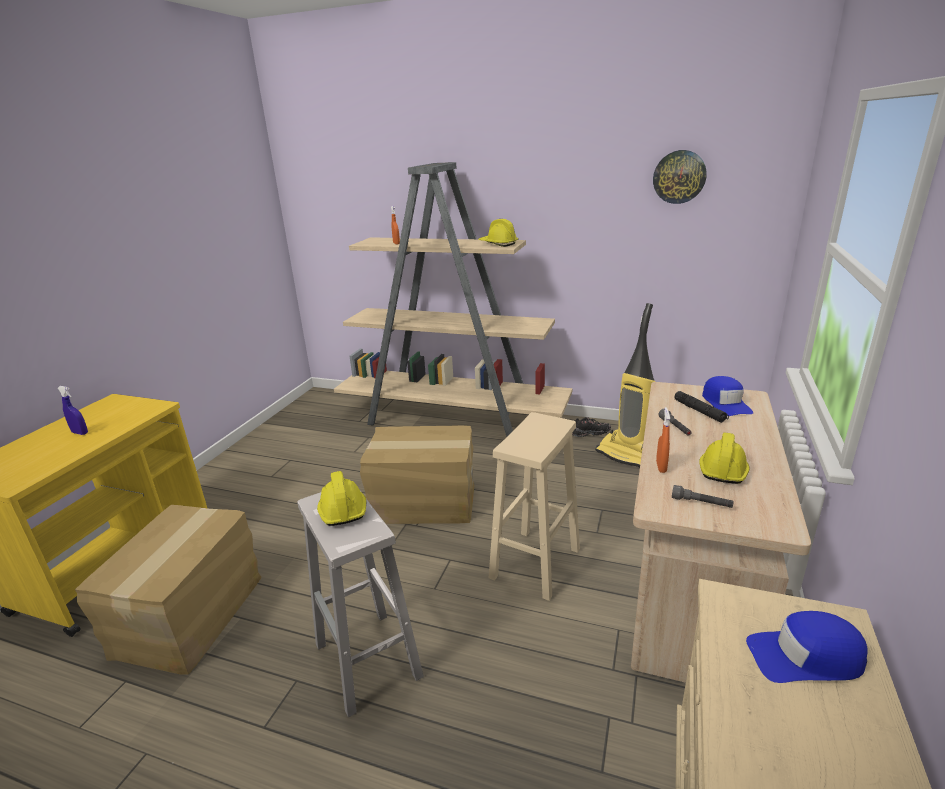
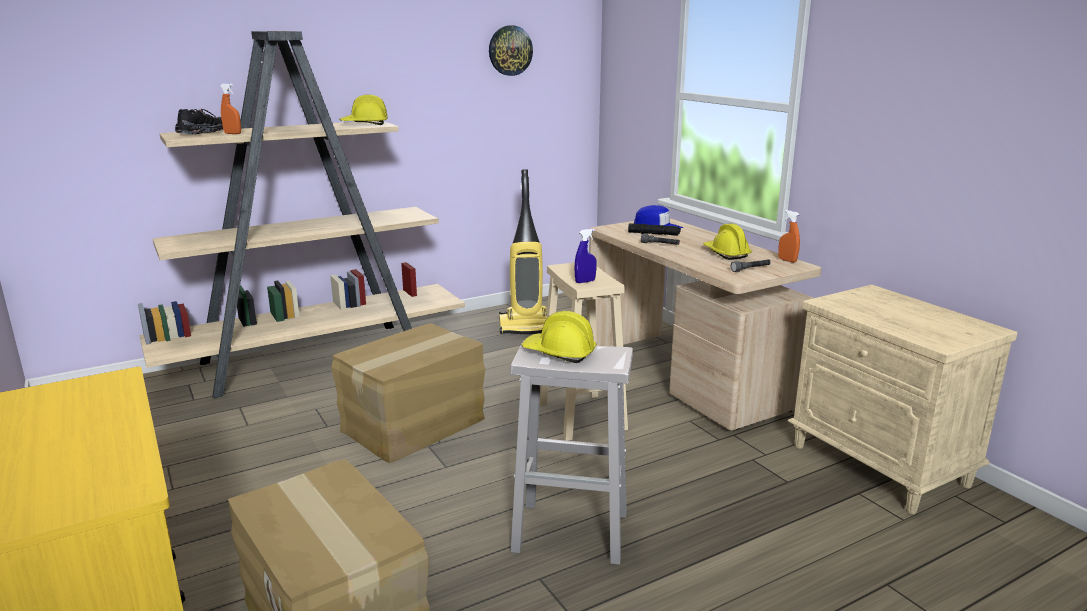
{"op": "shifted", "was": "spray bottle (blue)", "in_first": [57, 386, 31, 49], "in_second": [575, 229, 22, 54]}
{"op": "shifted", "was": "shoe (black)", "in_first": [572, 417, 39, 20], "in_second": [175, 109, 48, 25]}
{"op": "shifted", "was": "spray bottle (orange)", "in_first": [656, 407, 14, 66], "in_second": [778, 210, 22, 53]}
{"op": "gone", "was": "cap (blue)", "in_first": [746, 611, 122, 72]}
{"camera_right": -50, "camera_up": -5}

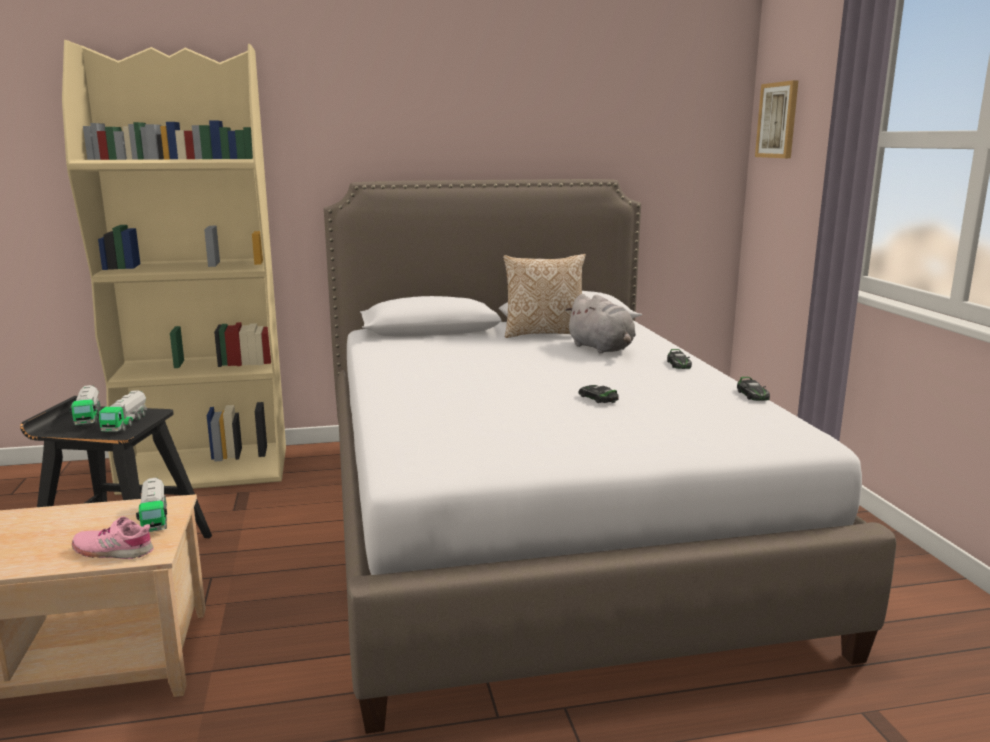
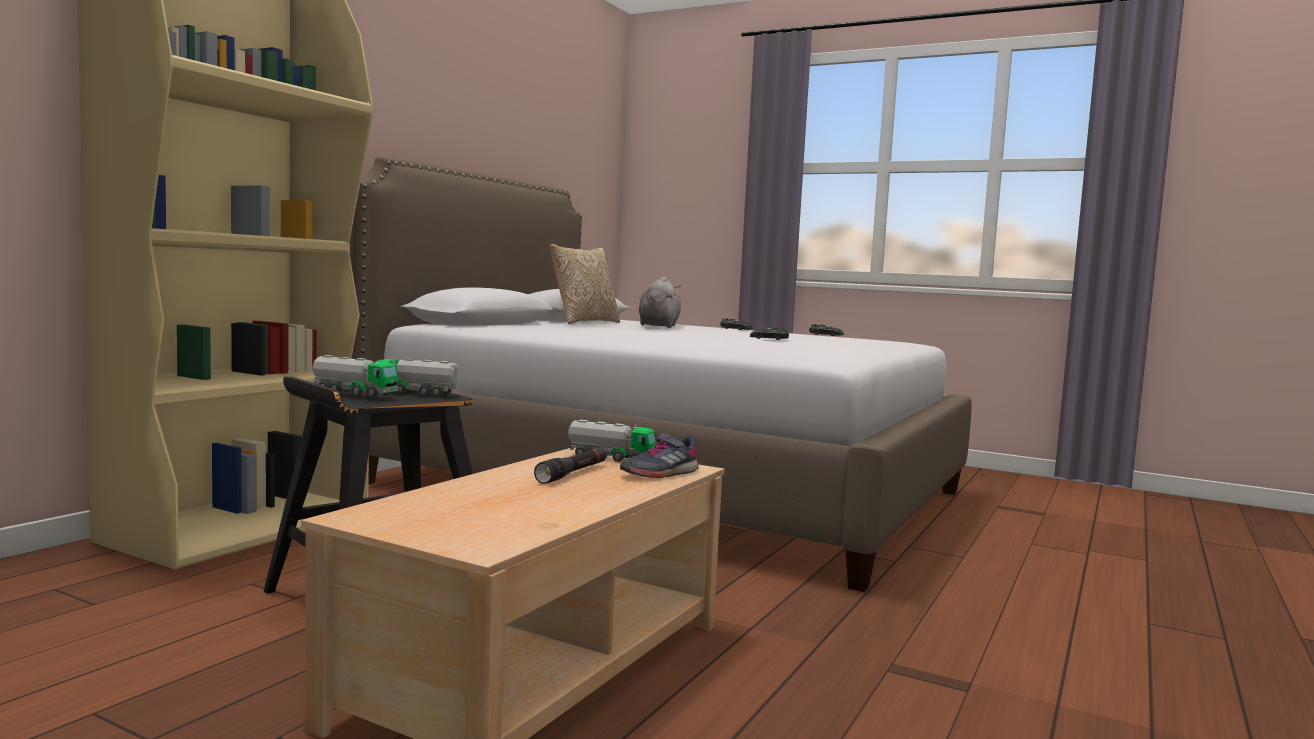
{"op": "repainted", "was": "shoe (pink)", "now": "shoe (grey)", "in_first": [72, 517, 82, 42], "in_second": [620, 433, 79, 45]}
{"op": "rotated", "was": "toy truck", "in_first": [97, 390, 50, 42], "in_second": [375, 359, 84, 38], "clockwise": 150}
{"op": "rotated", "was": "plush toy (grey)", "in_first": [565, 294, 71, 60], "in_second": [639, 277, 42, 51], "clockwise": -90}
{"op": "gone", "was": "picture", "in_first": [755, 80, 43, 78]}
{"op": "new", "now": "flashlight (black)", "in_second": [534, 447, 73, 37]}
{"camera_right": -50, "camera_up": -10}

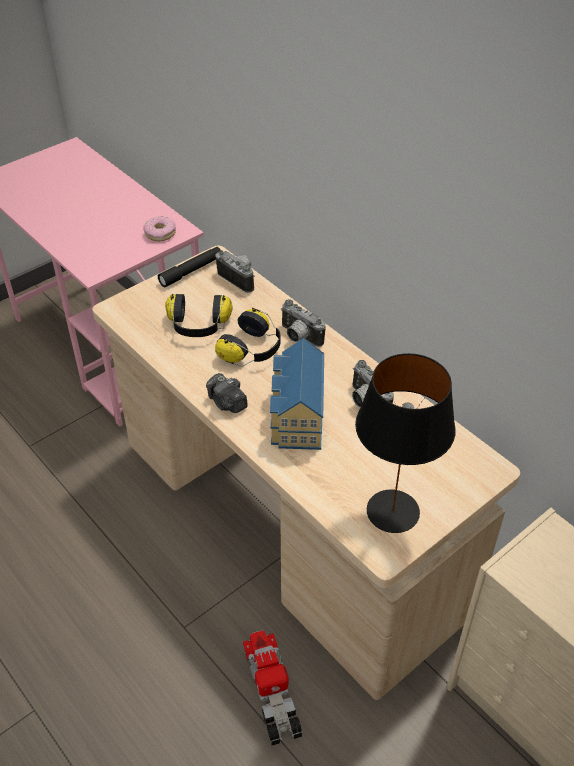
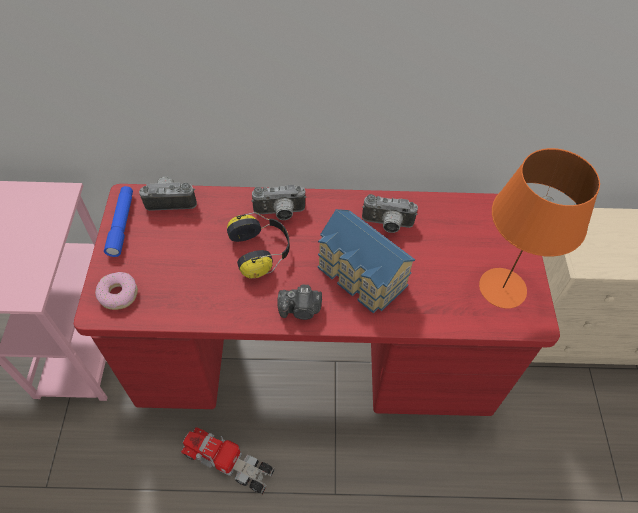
{"op": "repainted", "was": "desk (beige)", "now": "desk (red)", "in_first": [92, 246, 428, 454], "in_second": [74, 184, 486, 232]}
{"op": "shifted", "was": "donut", "in_first": [144, 216, 32, 25], "in_second": [95, 272, 43, 38]}
{"op": "repainted", "was": "flashlight (black)", "now": "flashlight (blue)", "in_first": [158, 247, 63, 40], "in_second": [104, 186, 29, 71]}
{"op": "gone", "was": "headphones", "in_first": [165, 294, 68, 43]}
{"op": "shifted", "was": "toy truck", "in_first": [243, 630, 59, 115], "in_second": [180, 427, 94, 67]}
{"op": "repainted", "was": "table lamp (black)", "now": "table lamp (orange)", "in_first": [355, 353, 101, 180], "in_second": [479, 148, 121, 160]}
{"camera_right": -50, "camera_up": 10}

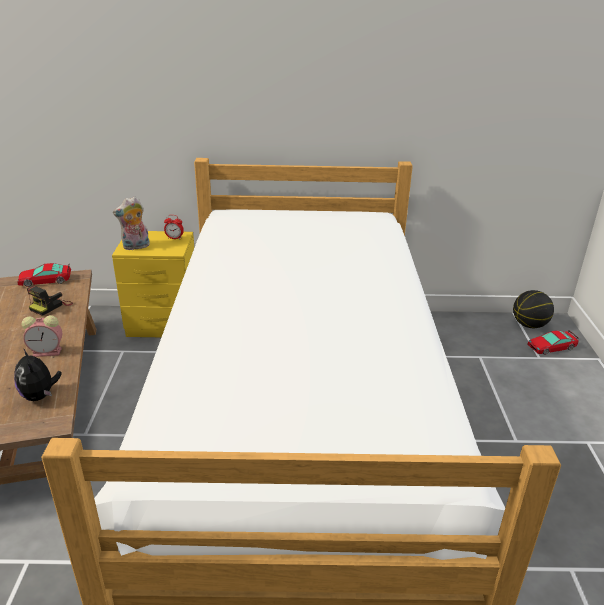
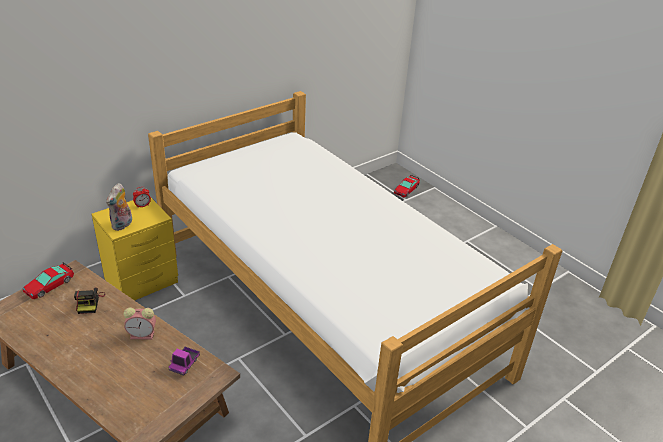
{"op": "swapped", "was": "plush toy", "now": "toy truck", "in_first": [14, 348, 48, 53], "in_second": [168, 347, 32, 29]}
{"op": "rotated", "was": "alarm clock", "in_first": [21, 315, 42, 42], "in_second": [124, 307, 32, 33], "clockwise": 45}
{"op": "gone", "was": "basketball", "in_first": [513, 290, 41, 38]}
{"camera_right": -40, "camera_up": 5}

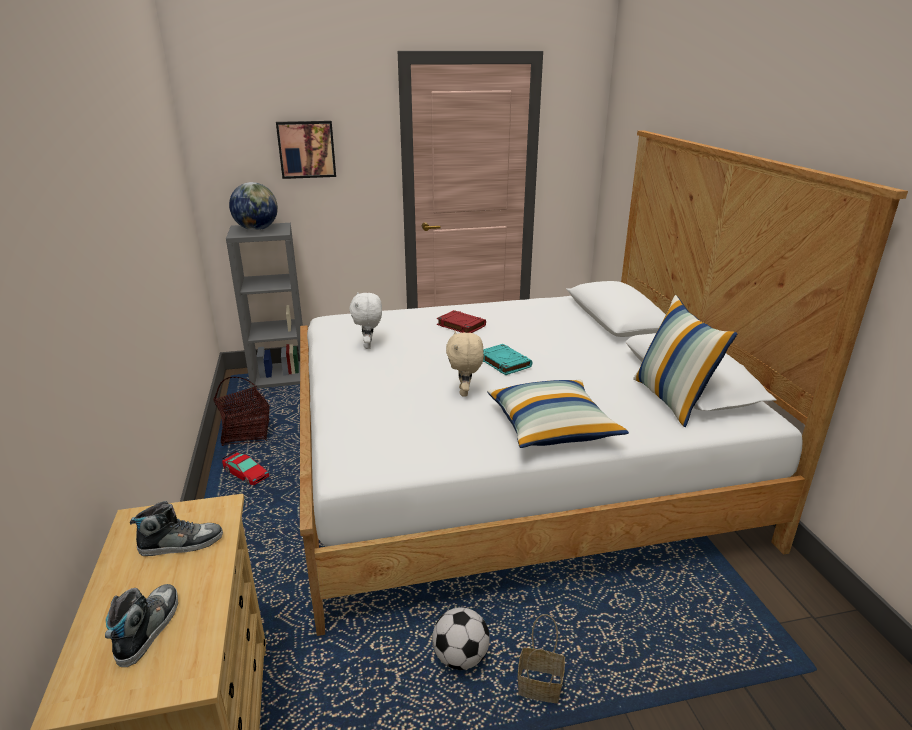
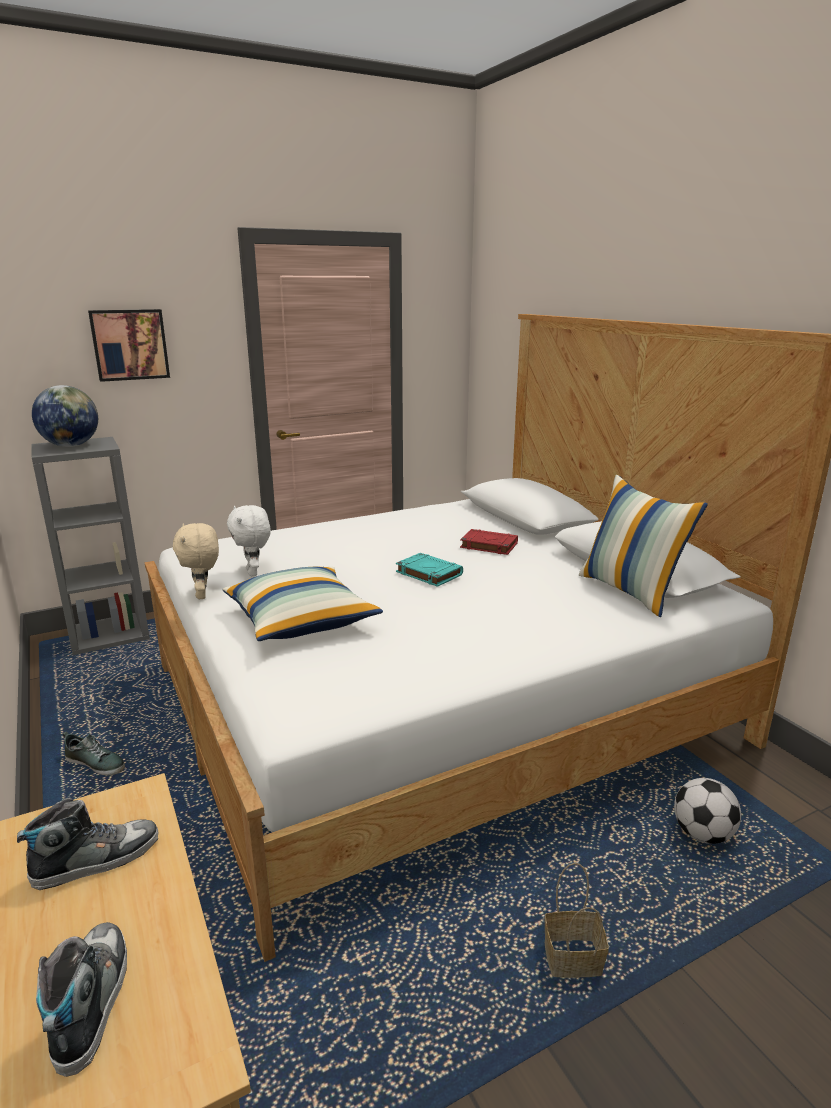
{"op": "gone", "was": "basket", "in_first": [213, 377, 57, 69]}
{"op": "swapped", "was": "toy car", "now": "shoe", "in_first": [222, 451, 47, 34], "in_second": [62, 732, 63, 44]}
{"op": "shifted", "was": "football", "in_first": [432, 607, 58, 63], "in_second": [674, 778, 67, 66]}
{"op": "shifted", "was": "book (red)", "in_first": [437, 310, 49, 23], "in_second": [460, 529, 58, 26]}
{"op": "shifted", "was": "plush toy (beige)", "in_first": [446, 331, 38, 65], "in_second": [173, 523, 46, 76]}
{"op": "shifted", "was": "pillow", "in_first": [487, 380, 142, 68], "in_second": [223, 567, 160, 74]}
{"camera_right": -15, "camera_up": -5}

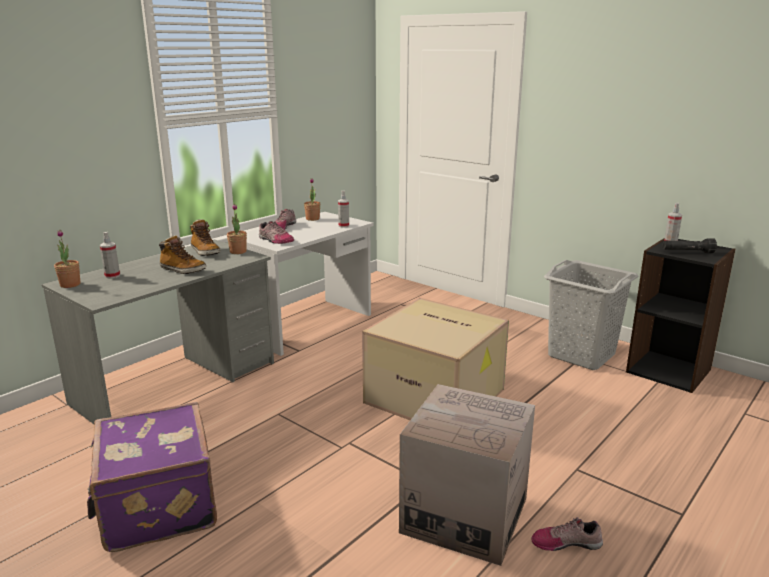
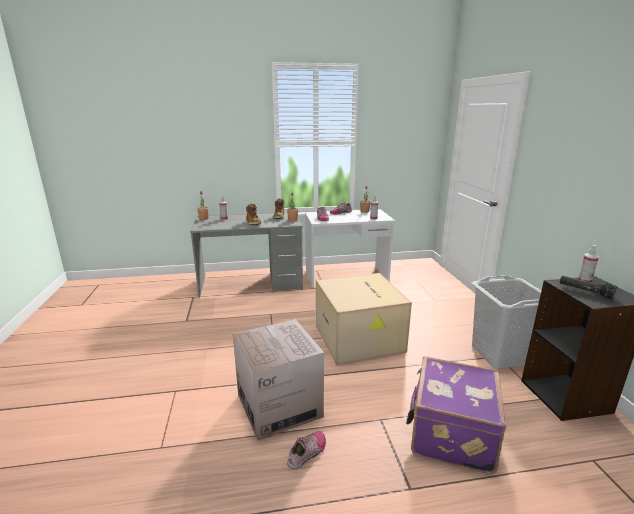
{"op": "shifted", "was": "suitcase (purple)", "in_first": [87, 402, 130, 150], "in_second": [406, 356, 100, 118]}
{"op": "rotated", "was": "shoe", "in_first": [531, 517, 72, 34], "in_second": [287, 431, 39, 38], "clockwise": 90}
{"camera_right": 40, "camera_up": 0}

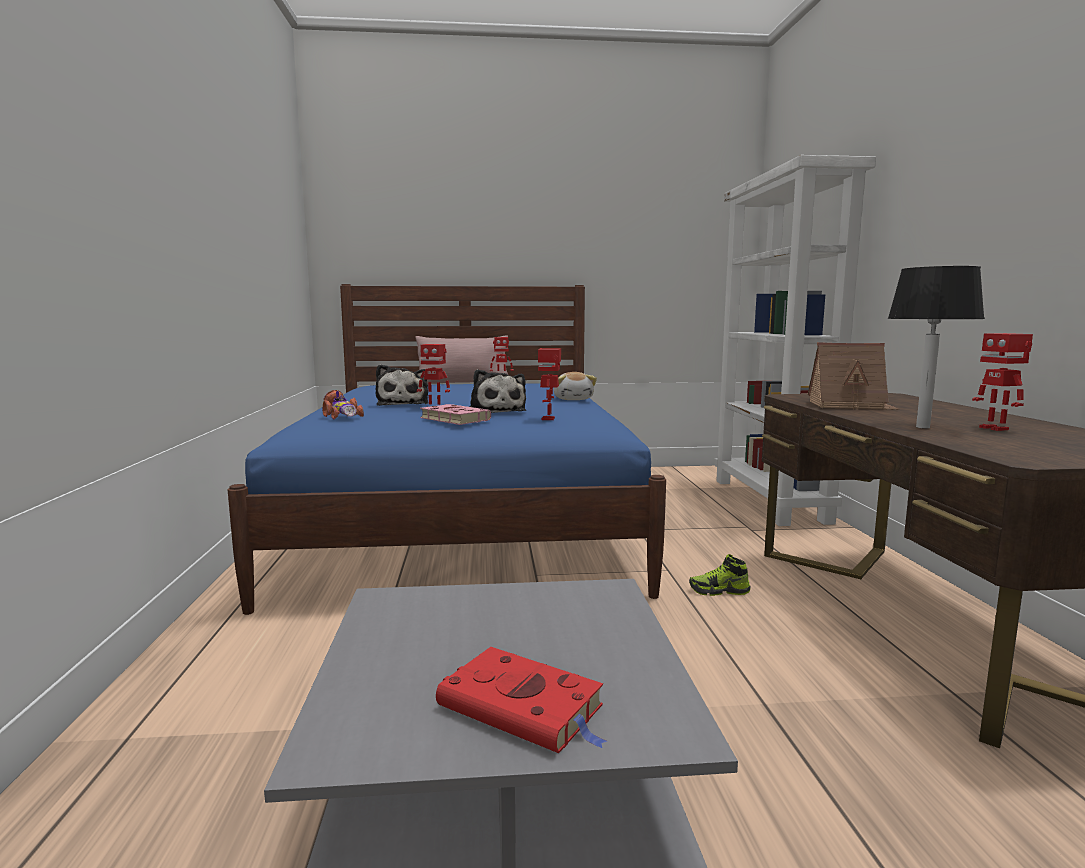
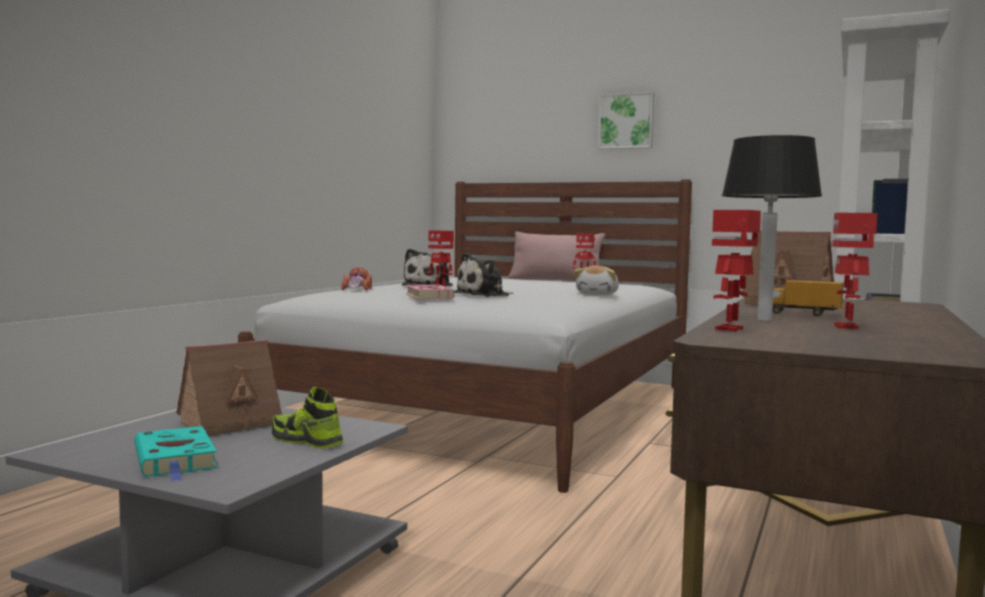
{"op": "repainted", "was": "bed (blue)", "now": "bed (white)", "in_first": [228, 284, 438, 331], "in_second": [238, 179, 454, 314]}
{"op": "repainted", "was": "book (red)", "now": "book (turquoise)", "in_first": [436, 647, 171, 106], "in_second": [134, 426, 83, 55]}
{"op": "rotated", "was": "plush toy", "in_first": [469, 369, 57, 44], "in_second": [454, 253, 59, 44], "clockwise": 45}
{"op": "shifted", "was": "toy robot", "in_first": [538, 348, 23, 72], "in_second": [712, 210, 49, 121]}
{"op": "shifted", "was": "shoe", "in_first": [689, 554, 62, 42], "in_second": [272, 387, 71, 62]}
{"op": "new", "now": "toy house", "in_second": [176, 340, 106, 95]}
{"op": "new", "now": "picture", "in_second": [598, 91, 56, 58]}
{"op": "new", "now": "toy truck", "in_second": [773, 280, 71, 36]}
{"camera_right": 30, "camera_up": -5}

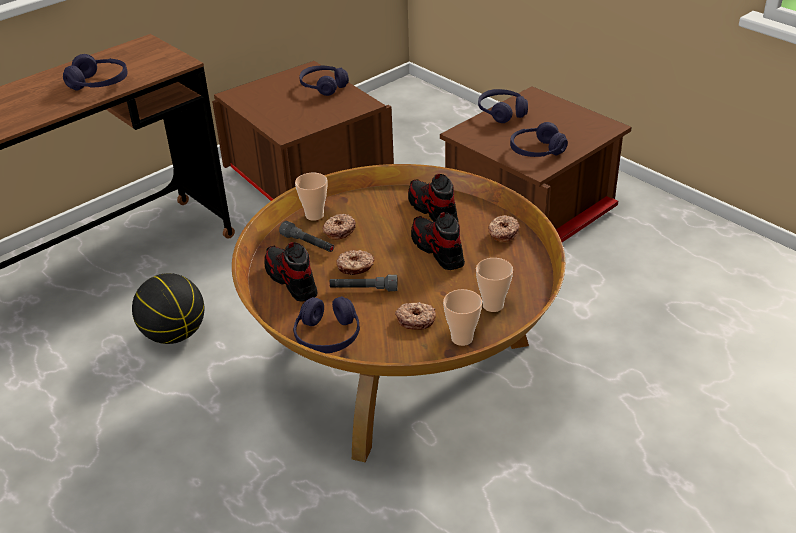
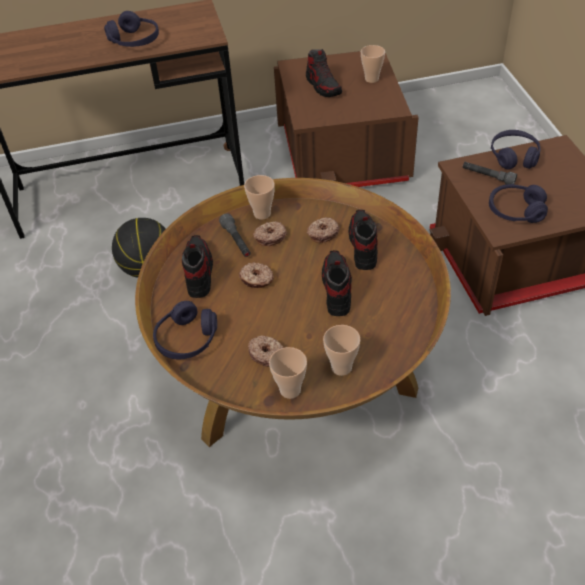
{"op": "swapped", "was": "headphones (purple)", "now": "cup", "in_first": [299, 66, 50, 30], "in_second": [361, 45, 24, 38]}
{"op": "shifted", "was": "flashlight (grey)", "in_first": [329, 275, 69, 16], "in_second": [463, 162, 54, 23]}
{"op": "shifted", "was": "donut", "in_first": [488, 215, 32, 27], "in_second": [307, 217, 32, 26]}
{"op": "new", "now": "shoe", "in_second": [306, 49, 36, 48]}
{"camera_right": 30, "camera_up": 10}

